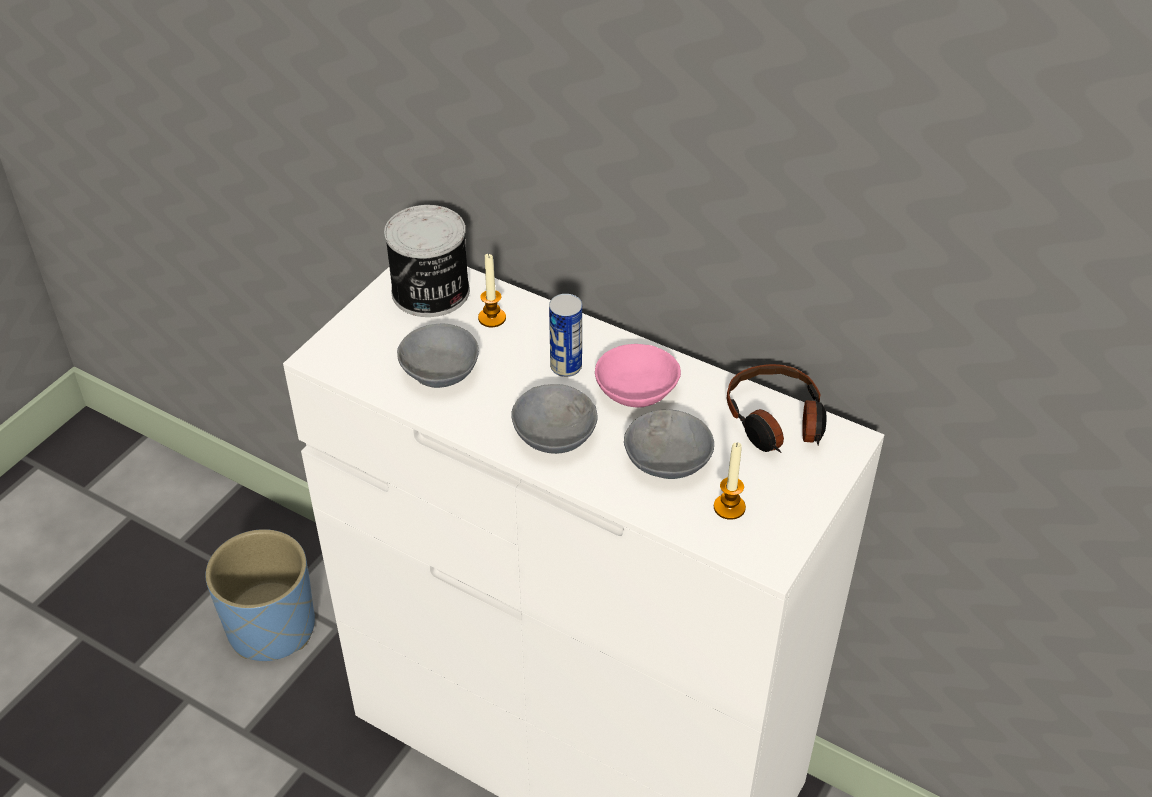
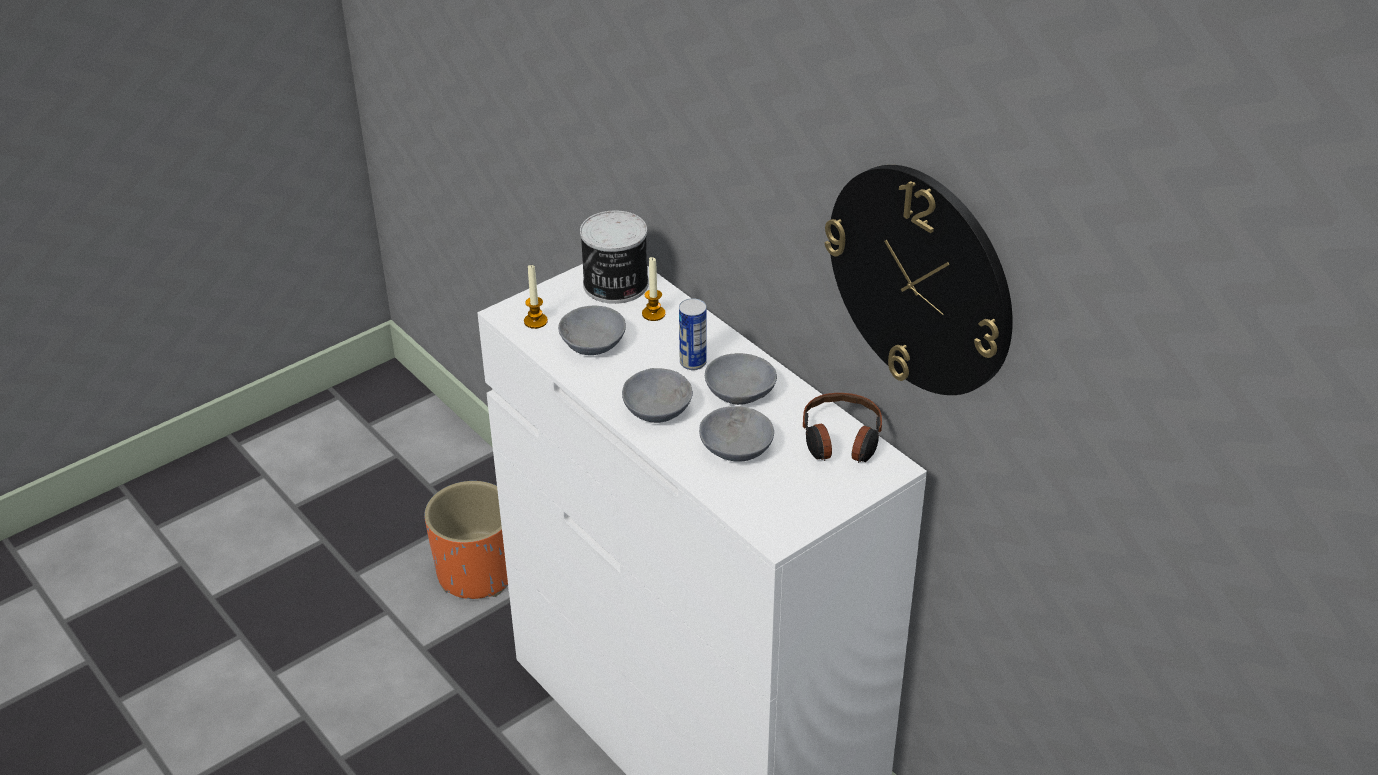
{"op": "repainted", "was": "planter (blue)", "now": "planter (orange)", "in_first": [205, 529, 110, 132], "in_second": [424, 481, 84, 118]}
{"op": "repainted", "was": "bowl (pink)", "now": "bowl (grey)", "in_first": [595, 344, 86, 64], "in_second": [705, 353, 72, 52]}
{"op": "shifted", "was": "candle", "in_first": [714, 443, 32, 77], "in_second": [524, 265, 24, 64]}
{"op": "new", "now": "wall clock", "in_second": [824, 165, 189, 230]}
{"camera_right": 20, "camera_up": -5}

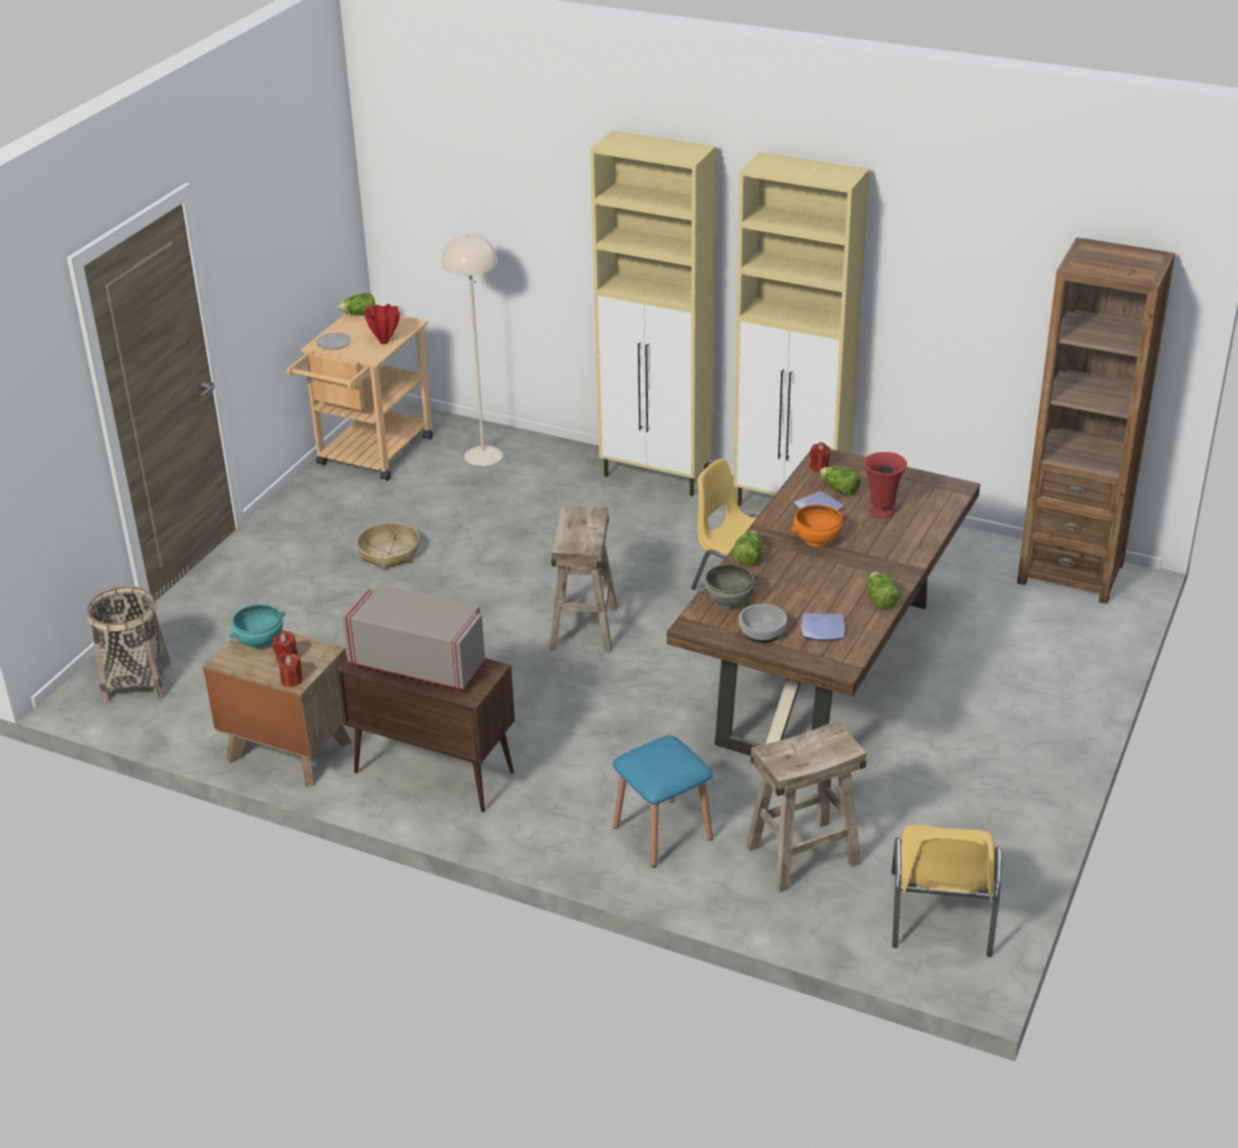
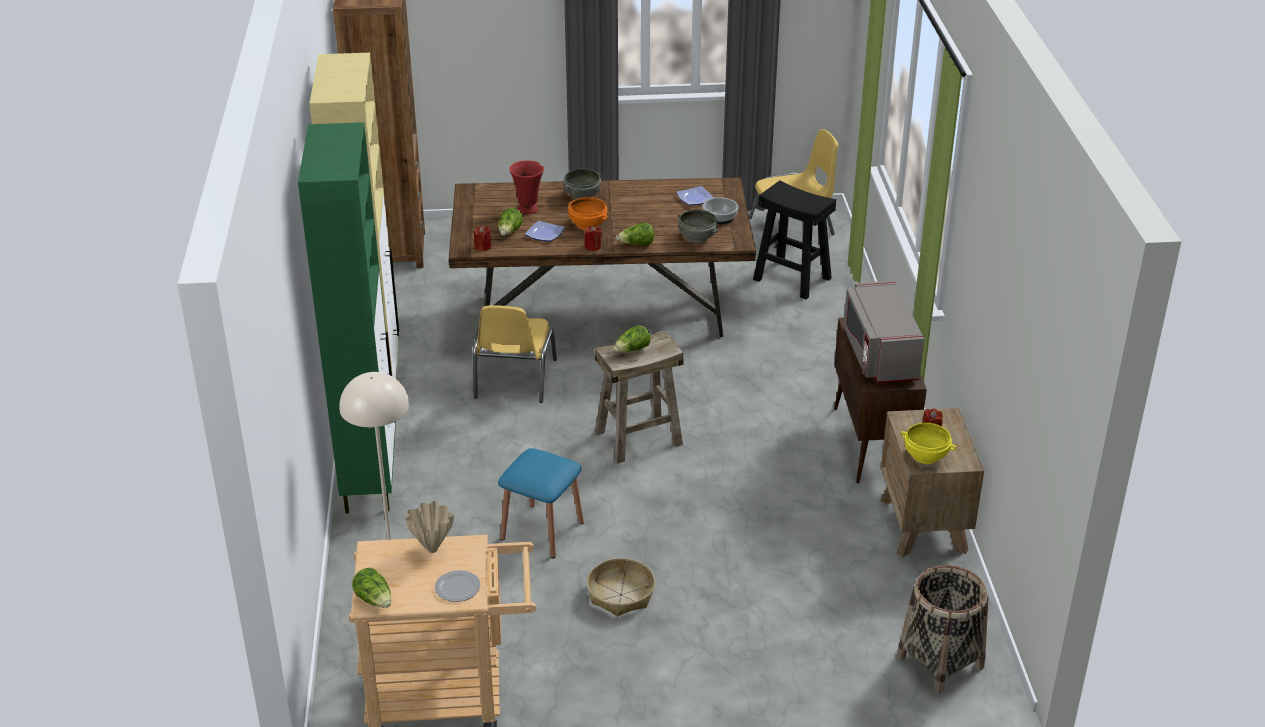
{"op": "repainted", "was": "bowl (turquoise)", "now": "bowl (yellow)", "in_first": [229, 604, 56, 45], "in_second": [900, 423, 56, 41]}
{"op": "shifted", "was": "candle (red)", "in_first": [278, 653, 25, 34], "in_second": [585, 225, 17, 26]}
{"op": "repainted", "was": "vase (red)", "now": "vase (beige)", "in_first": [364, 304, 36, 40], "in_second": [405, 501, 49, 52]}
{"op": "repainted", "was": "cabinet (beige)", "now": "cabinet (green)", "in_first": [590, 131, 126, 365], "in_second": [298, 122, 98, 392]}
{"op": "shifted", "was": "stool (blue)", "in_first": [613, 735, 100, 133], "in_second": [498, 448, 86, 110]}
{"op": "repainted", "was": "stool (beige)", "now": "stool (black)", "in_first": [746, 720, 120, 172], "in_second": [753, 180, 83, 120]}
{"op": "shifted", "was": "lettuce", "in_first": [868, 572, 32, 37], "in_second": [614, 325, 37, 27]}
{"op": "new", "now": "bowl (grey)", "in_second": [563, 169, 38, 31]}
{"camera_right": -120, "camera_up": 0}

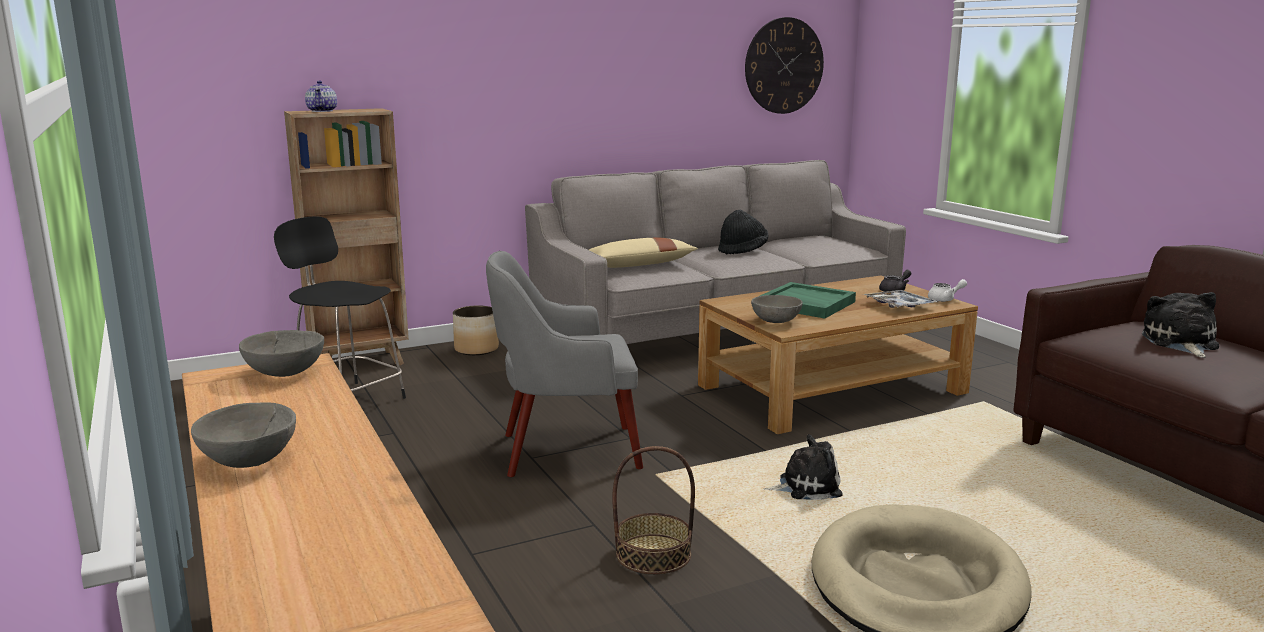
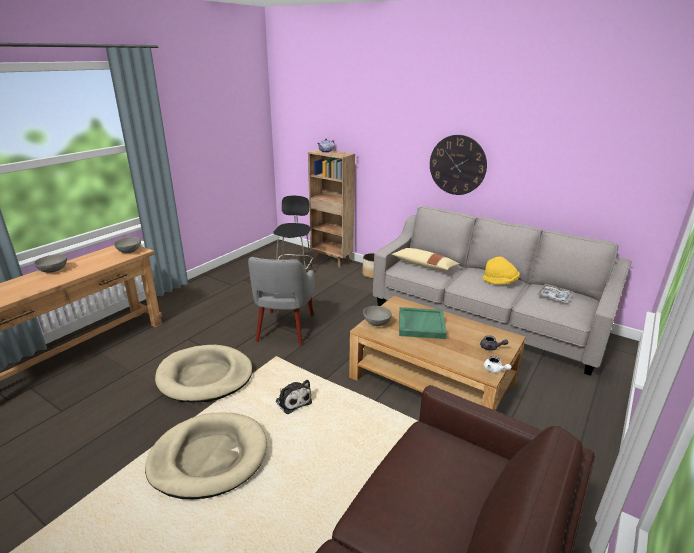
{"op": "rotated", "was": "armchair (grey)", "in_first": [486, 251, 157, 226], "in_second": [248, 257, 67, 89], "clockwise": -135}
{"op": "swapped", "was": "basket", "now": "dog bed (beige)", "in_first": [613, 446, 82, 128], "in_second": [155, 345, 98, 58]}
{"op": "repainted", "was": "hat (black)", "now": "hat (yellow)", "in_first": [718, 210, 51, 44], "in_second": [483, 257, 37, 28]}
{"op": "shifted", "was": "wall clock", "in_first": [745, 17, 79, 97], "in_second": [430, 135, 57, 60]}
{"op": "shifted", "was": "tray", "in_first": [863, 290, 75, 18], "in_second": [537, 284, 36, 19]}
{"op": "gone", "was": "plush toy", "in_first": [1142, 292, 77, 66]}
{"camera_right": 60, "camera_up": 10}

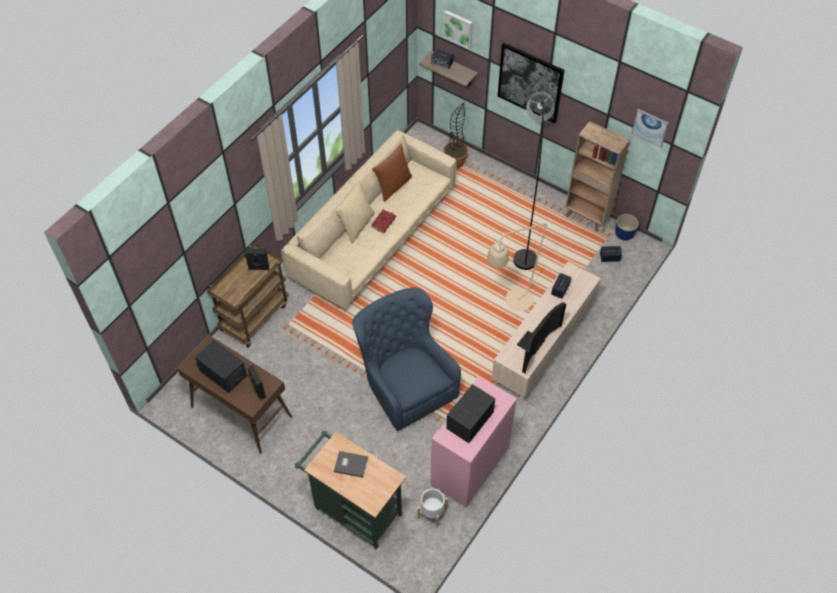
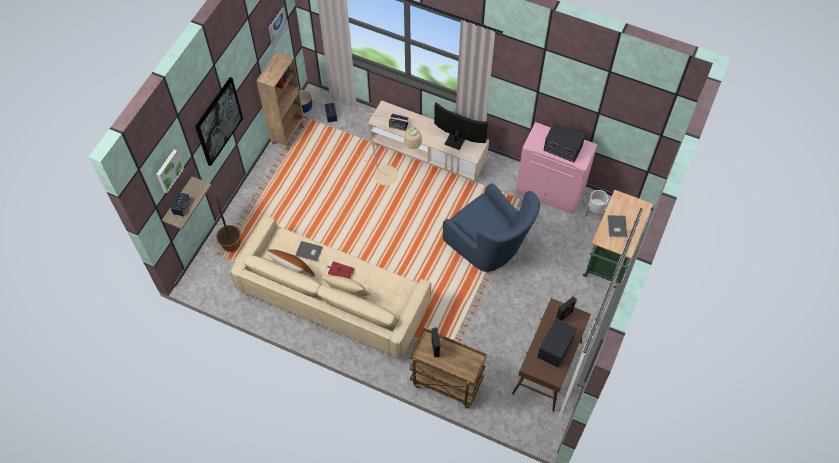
{"op": "rotated", "was": "armchair (blue)", "in_first": [352, 287, 109, 144], "in_second": [443, 183, 97, 89], "clockwise": -90}
{"op": "gone", "was": "floor lamp (grey)", "in_first": [513, 92, 41, 178]}
{"op": "new", "now": "book (grey)", "in_second": [295, 241, 28, 21]}
{"camera_right": -100, "camera_up": 5}

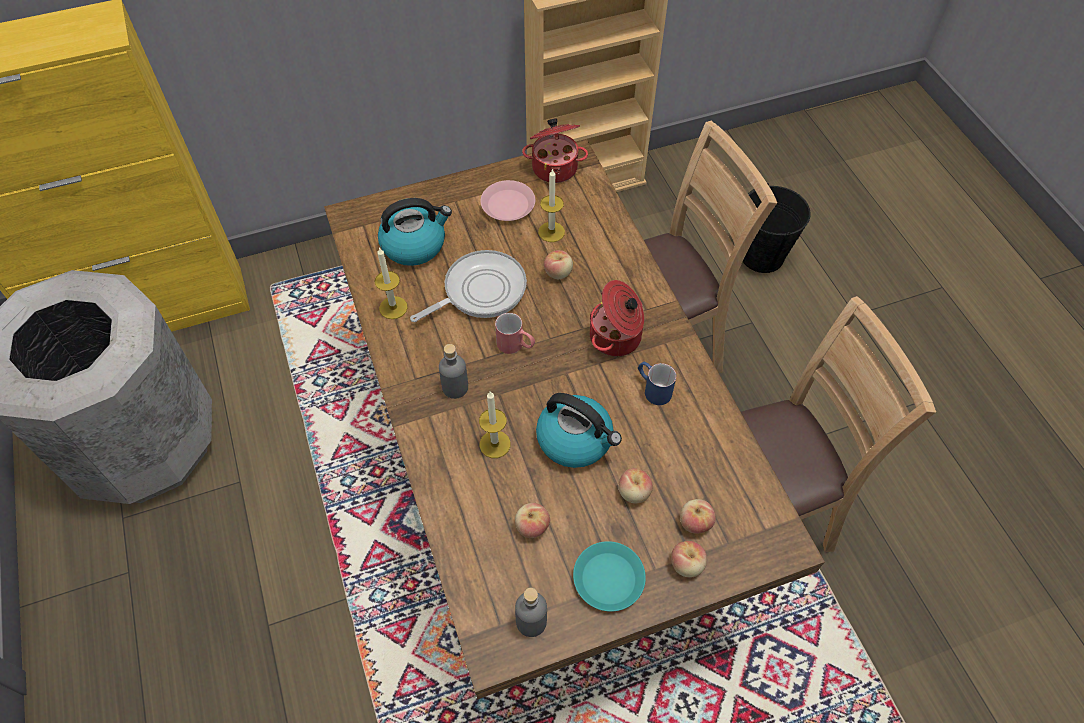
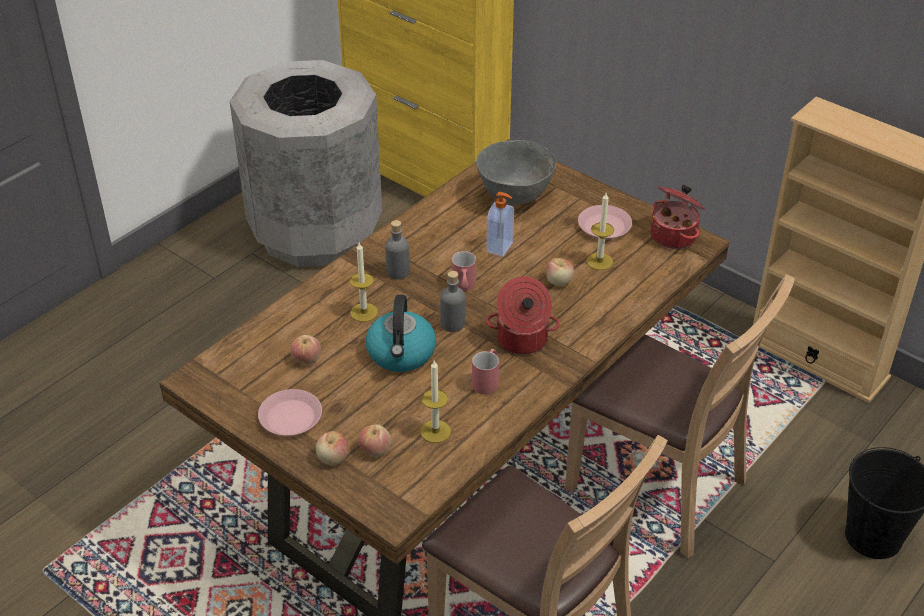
{"op": "shifted", "was": "candle", "in_first": [375, 247, 33, 72], "in_second": [420, 361, 31, 82]}
{"op": "swapped", "was": "kettle", "now": "bowl (grey)", "in_first": [378, 198, 74, 68], "in_second": [476, 140, 80, 65]}
{"op": "swapped", "was": "frying pan", "now": "soap dispenser", "in_first": [410, 250, 117, 72], "in_second": [486, 192, 28, 65]}
{"op": "shifted", "was": "bottle (grey)", "in_first": [515, 588, 32, 49], "in_second": [440, 271, 25, 61]}
{"op": "repainted", "was": "plate (turquoise)", "now": "plate (pink)", "in_first": [573, 541, 73, 71], "in_second": [258, 389, 64, 47]}
{"op": "gone", "was": "apple", "in_first": [619, 468, 34, 36]}
{"op": "repainted", "was": "mug (blue)", "now": "mug (red)", "in_first": [638, 362, 38, 43], "in_second": [472, 349, 27, 45]}
{"camera_right": 60, "camera_up": -15}

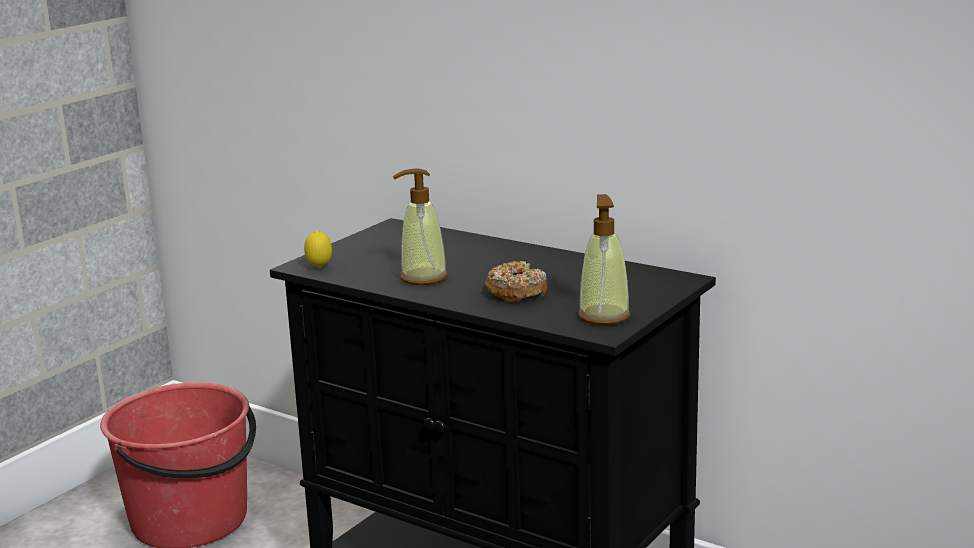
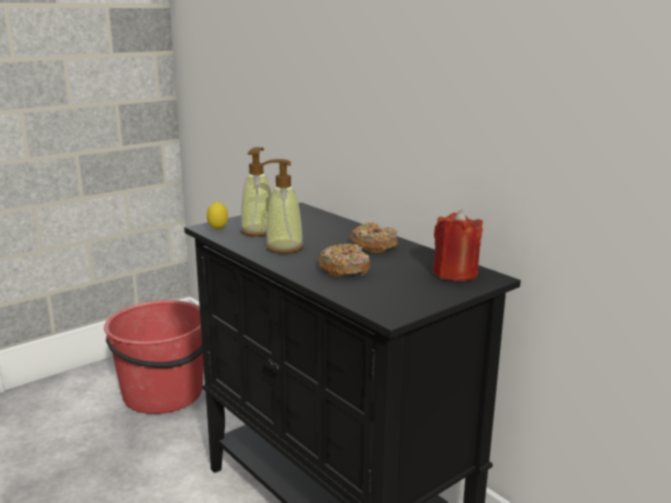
{"op": "shifted", "was": "soap dispenser", "in_first": [578, 194, 52, 131], "in_second": [240, 147, 31, 90]}
{"op": "new", "now": "donut", "in_second": [350, 223, 48, 30]}
{"op": "new", "now": "candle (red)", "in_second": [433, 210, 50, 71]}
{"camera_right": 15, "camera_up": 0}

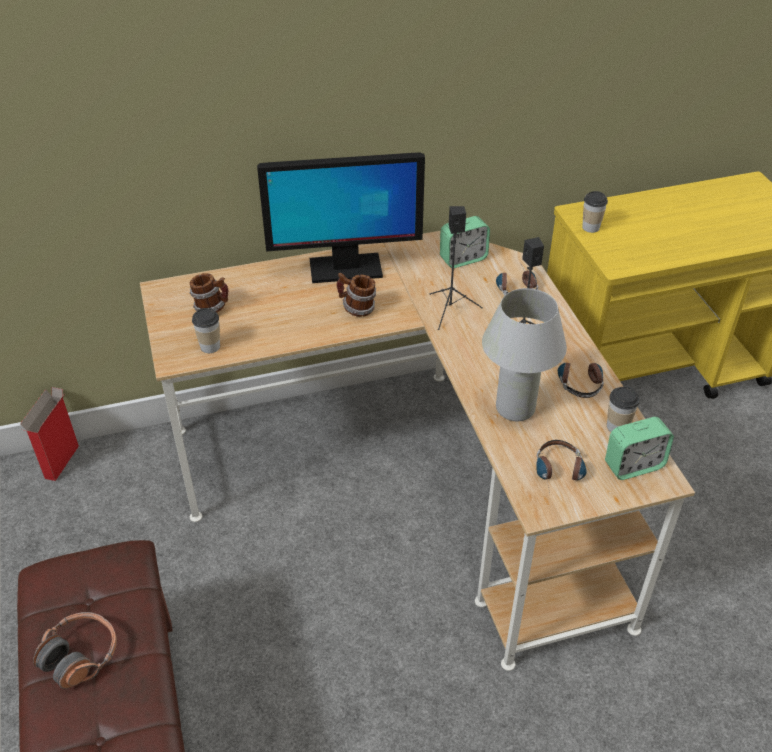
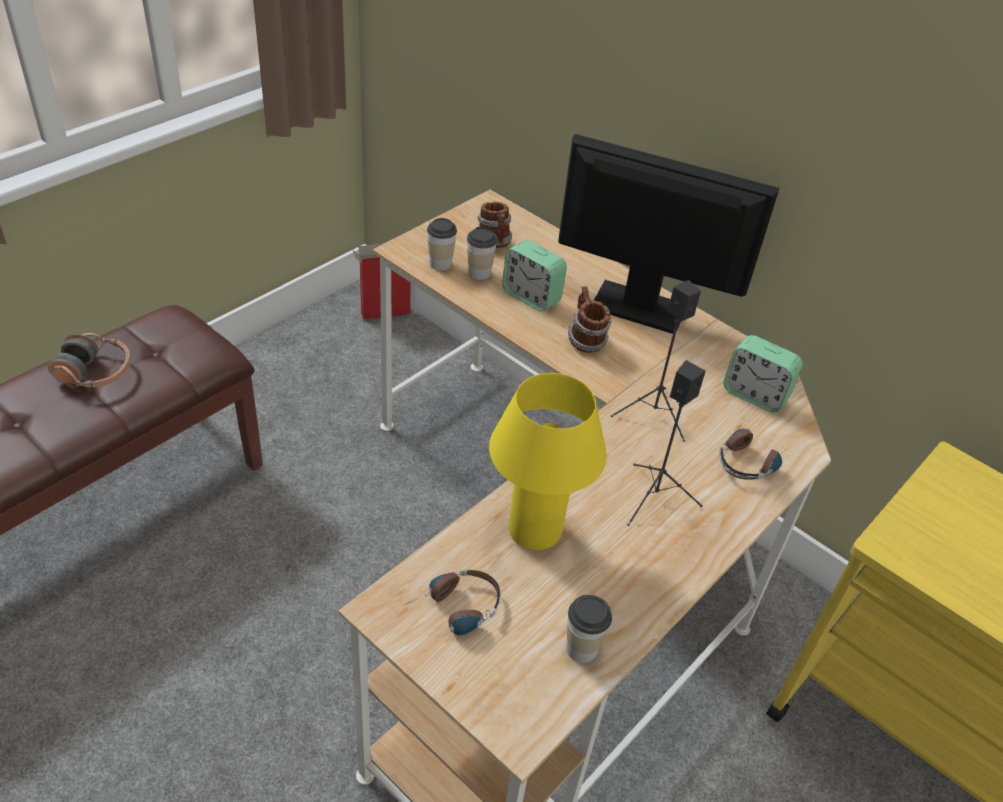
{"op": "rotated", "was": "monitor", "in_first": [257, 152, 168, 131], "in_second": [558, 134, 222, 200], "clockwise": 150}
{"op": "repainted", "was": "table lamp (white)", "now": "table lamp (yellow)", "in_first": [482, 288, 85, 133], "in_second": [489, 373, 118, 177]}
{"op": "gone", "was": "headphones", "in_first": [558, 356, 46, 42]}
{"op": "shifted", "was": "cup", "in_first": [582, 191, 26, 42], "in_second": [467, 226, 30, 54]}
{"op": "shifted", "was": "alarm clock", "in_first": [605, 417, 69, 63], "in_second": [502, 240, 65, 71]}
{"camera_right": 55, "camera_up": 0}

